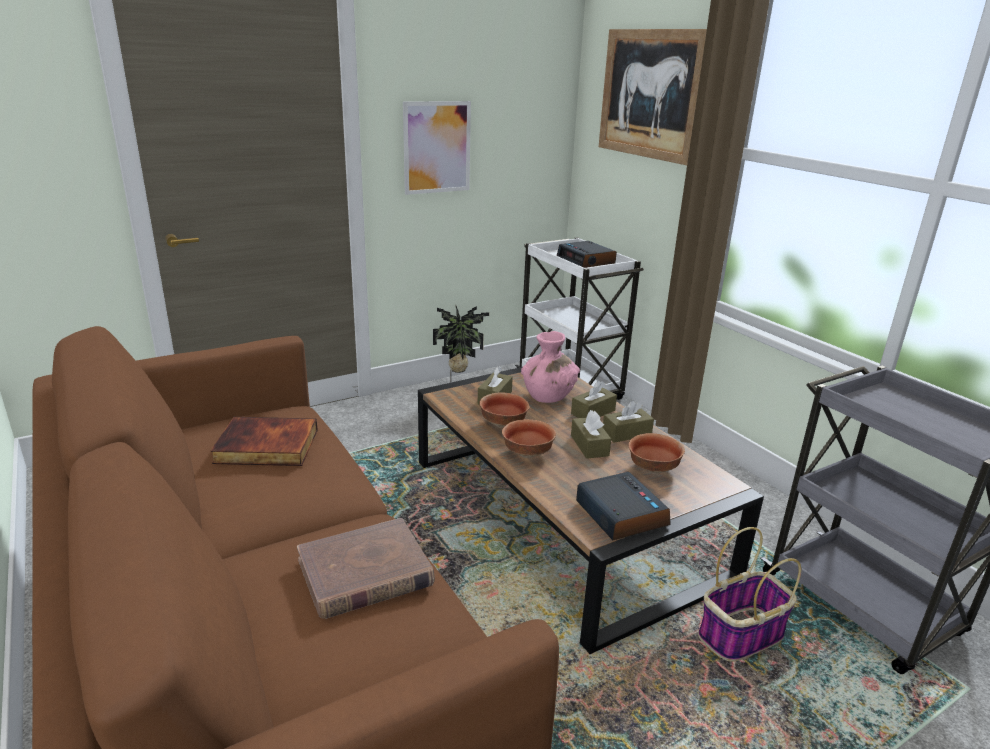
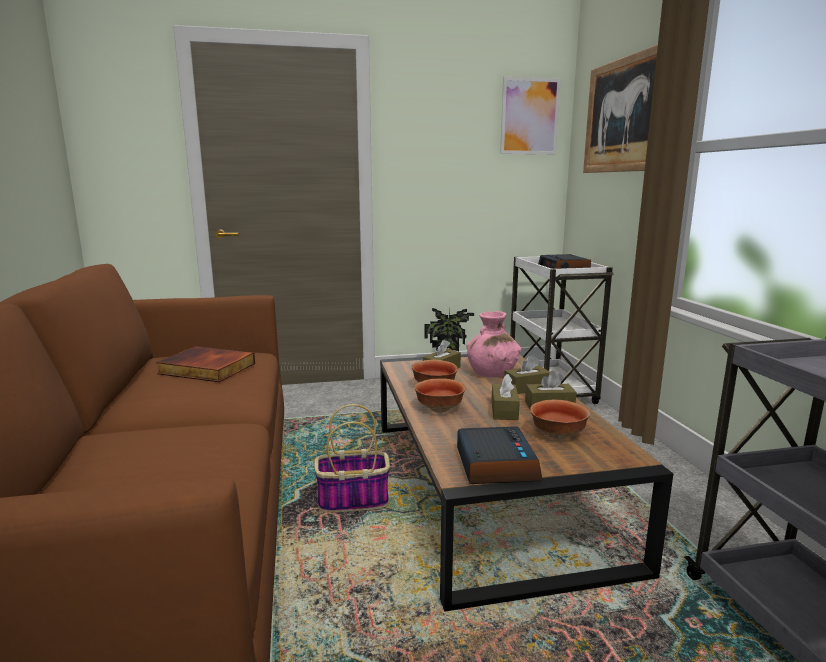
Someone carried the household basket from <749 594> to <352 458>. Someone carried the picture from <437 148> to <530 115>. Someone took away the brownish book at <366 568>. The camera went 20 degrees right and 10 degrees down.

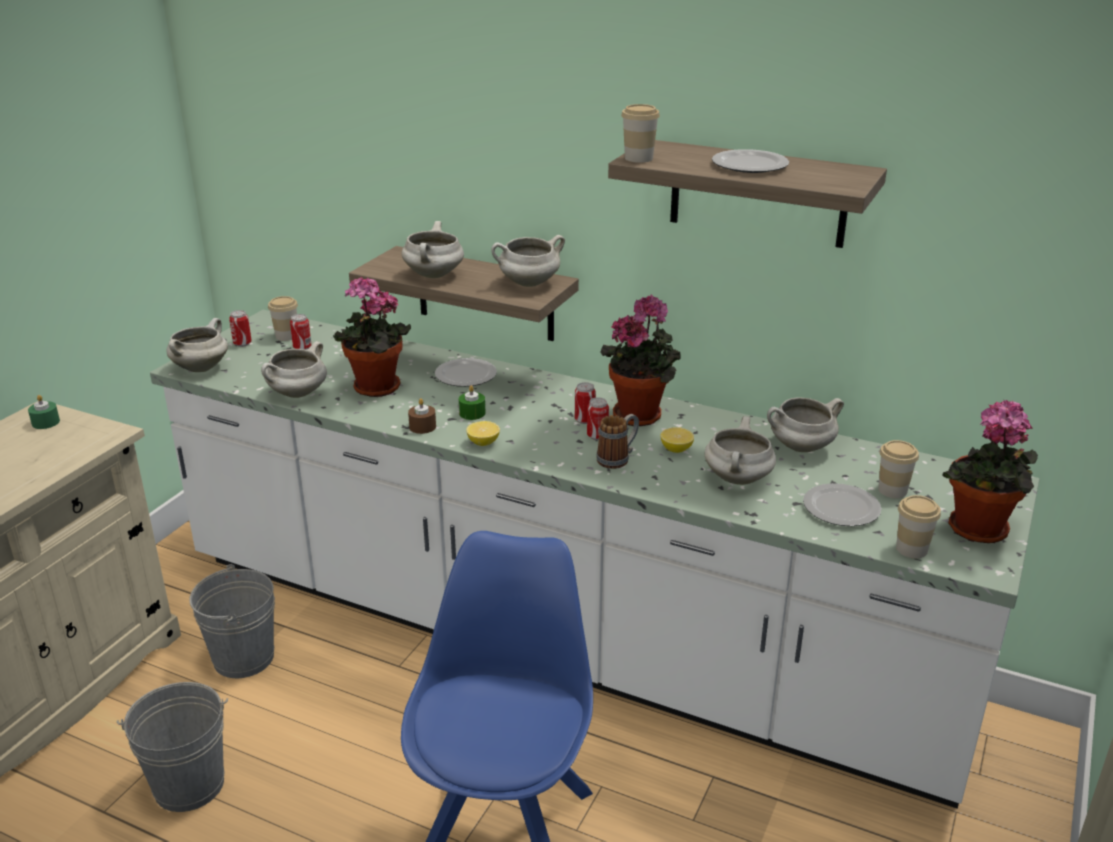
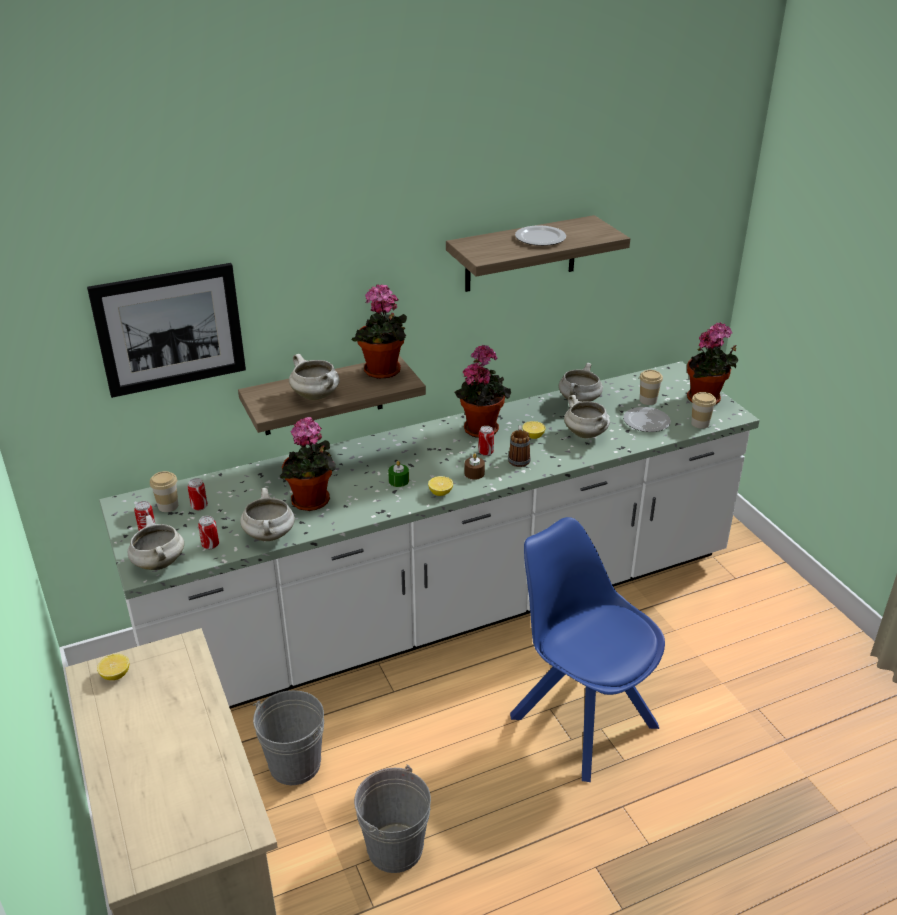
Someone put up the picture at <166 330>. Someone swapped the greenish wax light at <44 412> for the whole lemon at <113 667>. Someone carried the can from <585 403> to <208 532>. Someone swapped the white cooking pot at <528 261> for the plant in a pot at <379 332>. Someone carried the brownish wax light from <422 416> to <475 466>. Someone took away the flat dish at <466 372>. Someone took away the drinking cup at <640 133>. The camera went 50 degrees left and 5 degrees up.

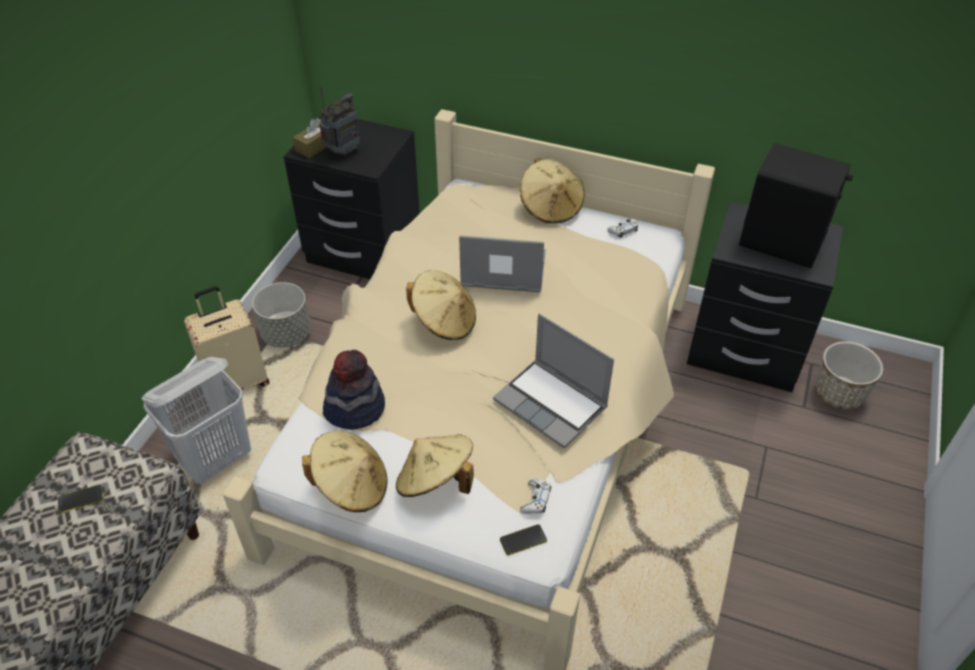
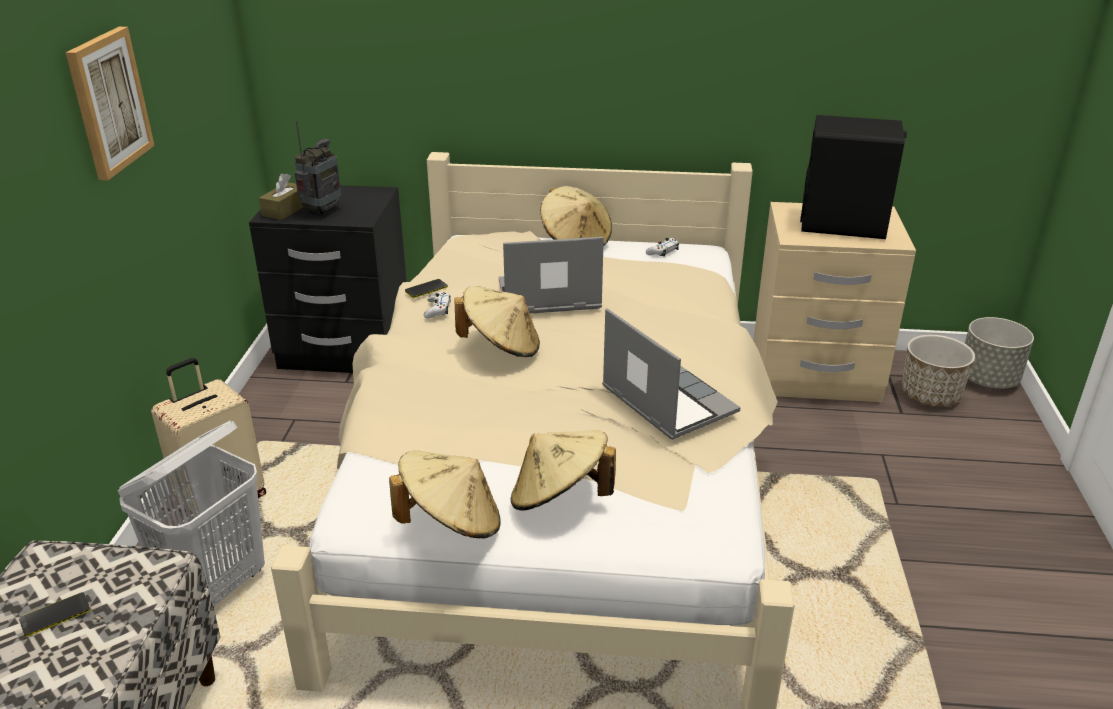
Someone put up the picture at <110 104>. Someone carried the handset from <523 539> to <426 288>. Someone carried the white game controller from <535 496> to <437 305>. Someone rotated the portable computer at <553 381> by 150 degrees counterclockwise. Someone repainted the black-coloured night table at <765 296>, which became the sand-coloured night table at <834 302>. Someone carried the gray plant pot from <281 315> to <999 353>. Someone took away the clothing hat at <354 390>. The camera went 15 degrees left and 15 degrees down.

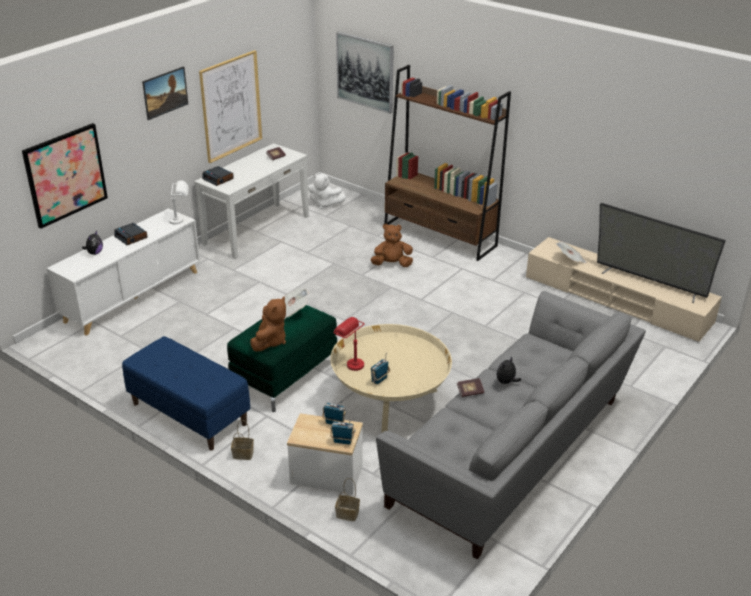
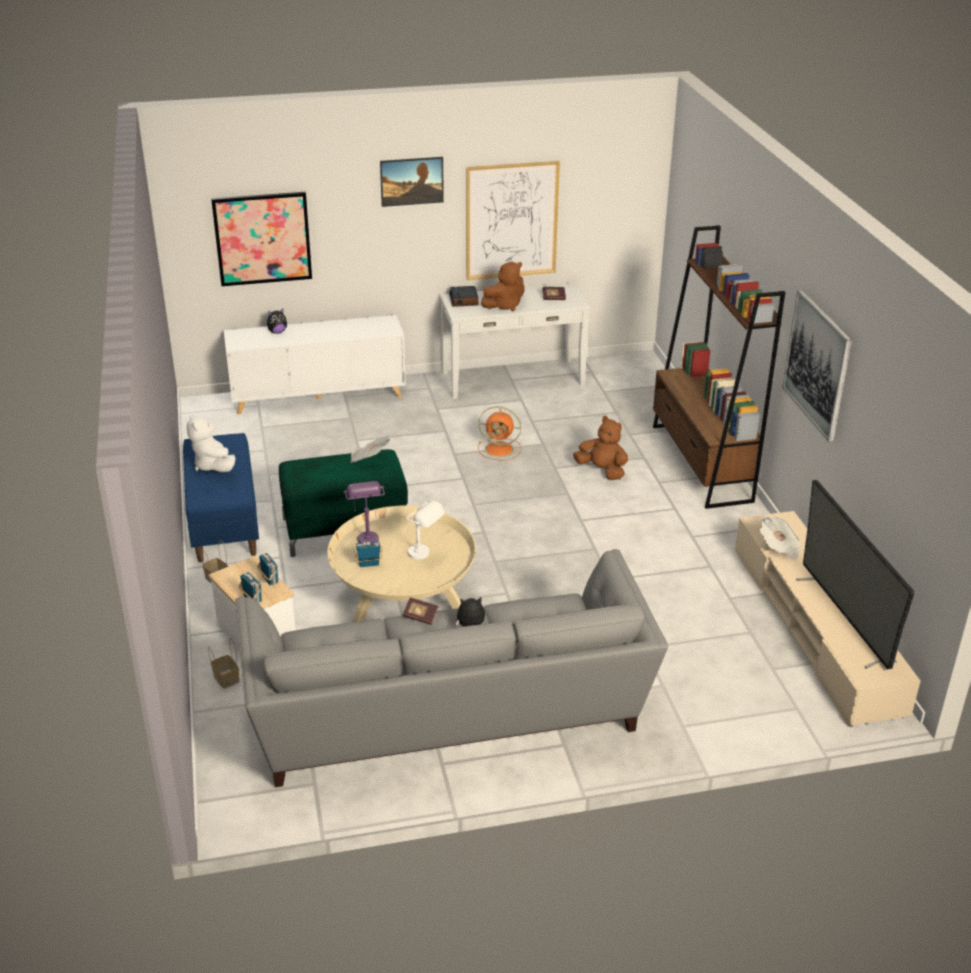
Someone carried the white soft toy from <327 191> to <211 443>. Someone repainted the red-coloured table lamp at <349 344>, which became the purple-coloured table lamp at <364 512>. Someone carried the white table lamp from <179 202> to <425 530>. Someone put down the orange electric fan at <500 433>. Someone carried the brownish soft toy from <268 324> to <502 287>. Someone carried the picture from <365 73> to <817 366>. Someone took away the table clock at <131 234>. The camera went 40 degrees right and 0 degrees up.

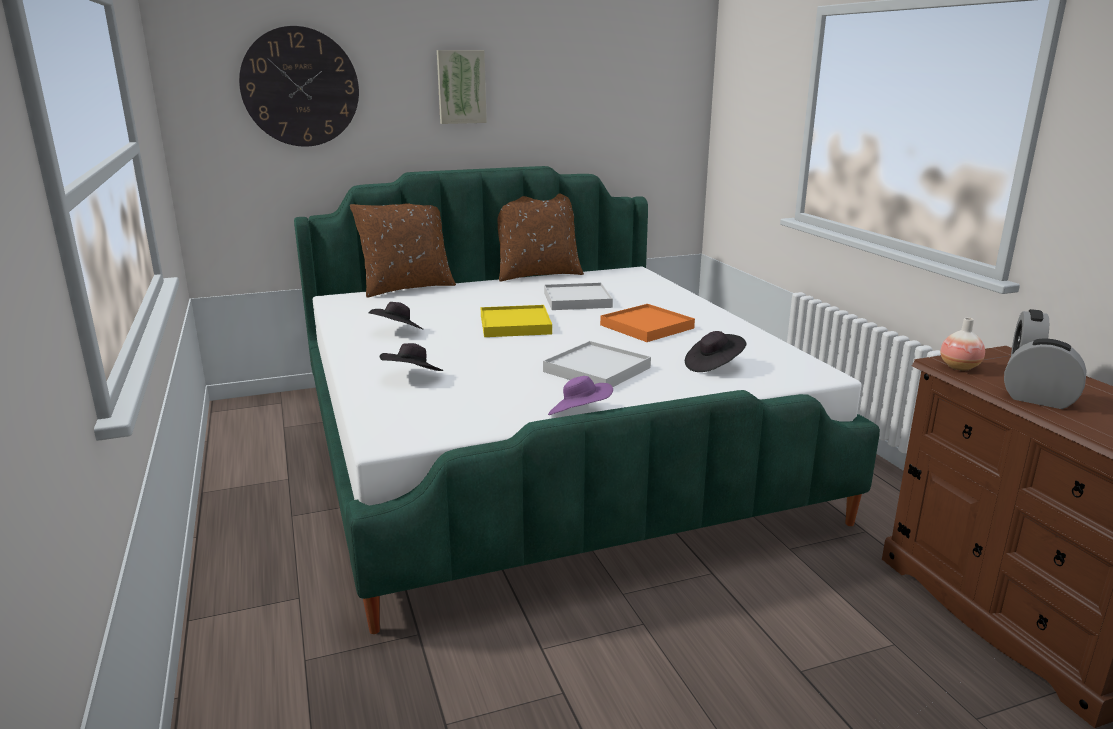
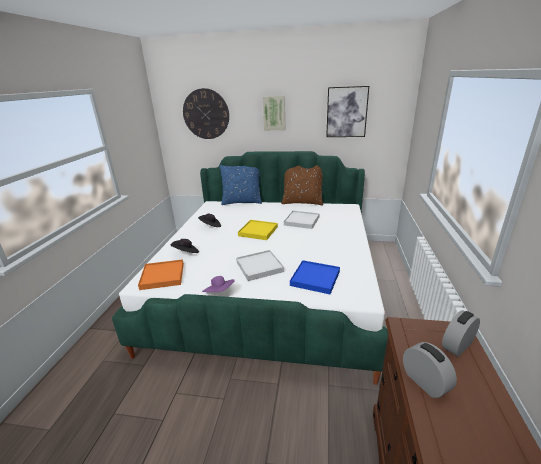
Someone carried the orange carrying tray from <647 323> to <161 274>. Someone repainted the brownish pillow at <403 250>, which became the blue pillow at <241 185>. Someone swapped the black-coloured clothing hat at <715 351> for the blue carrying tray at <315 277>. Someone put up the picture at <347 111>. Someone took away the vase at <962 344>. The camera went 30 degrees right and 5 degrees up.

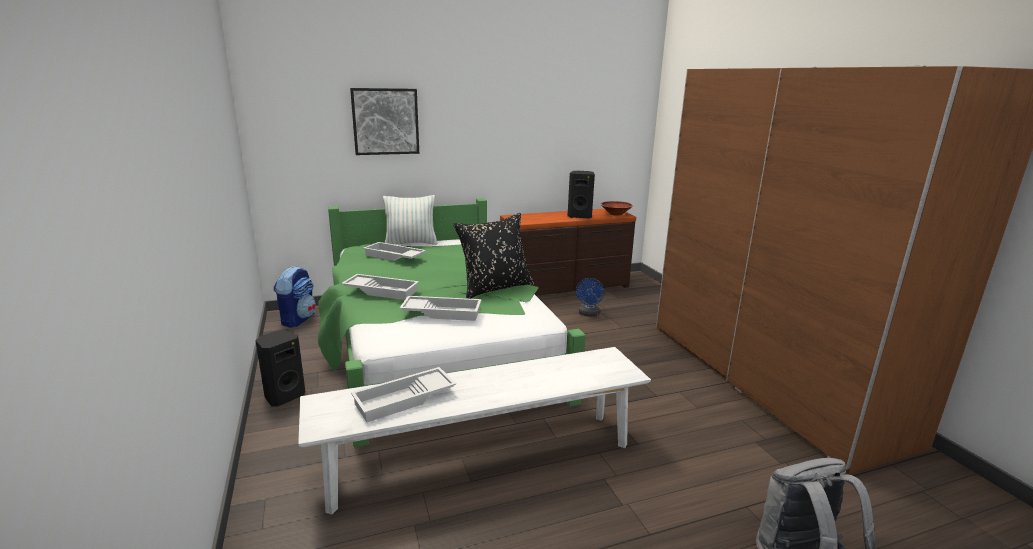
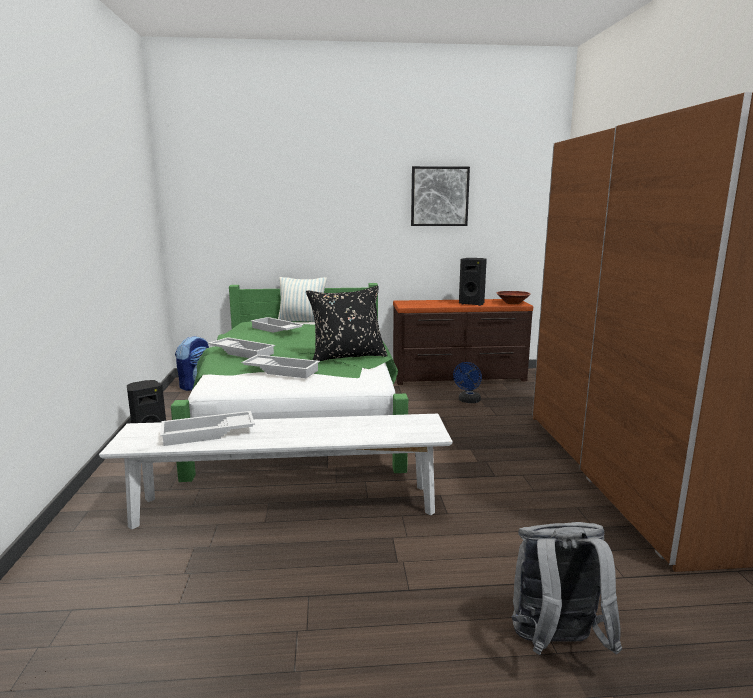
Someone carried the picture from <384 121> to <440 196>. The camera went 15 degrees right and 5 degrees down.

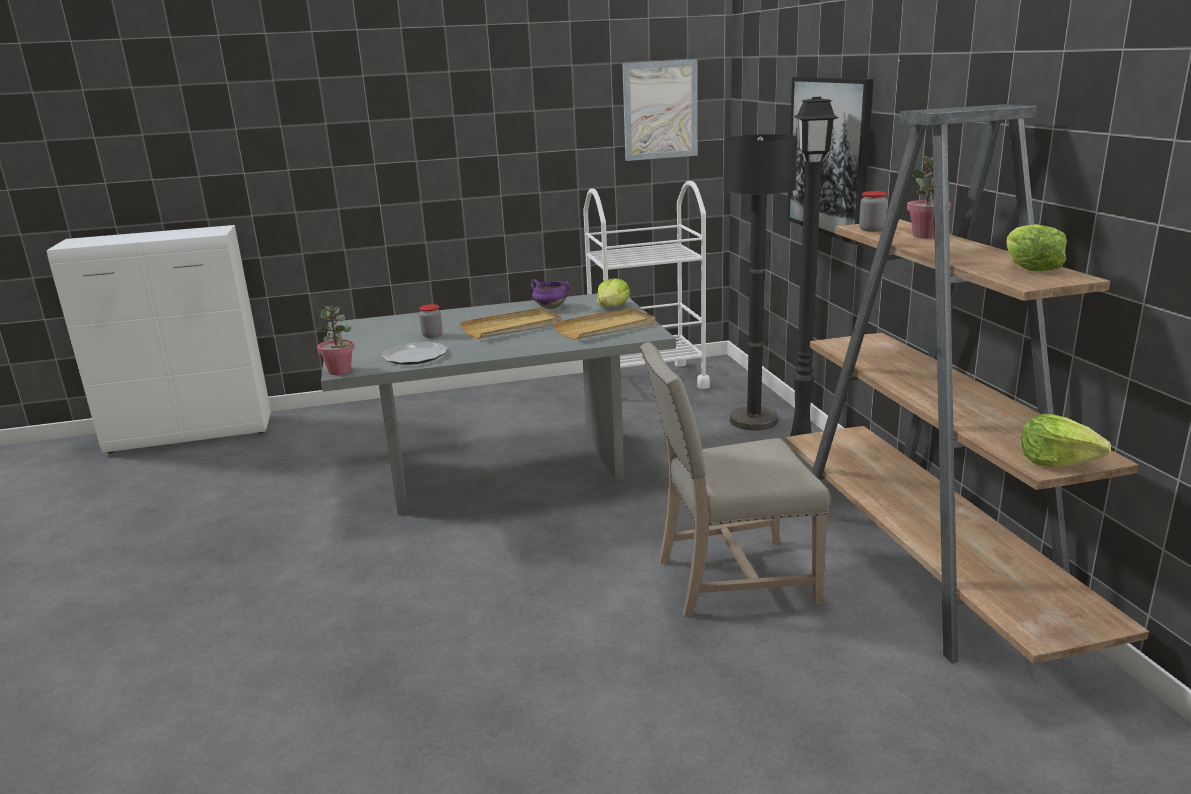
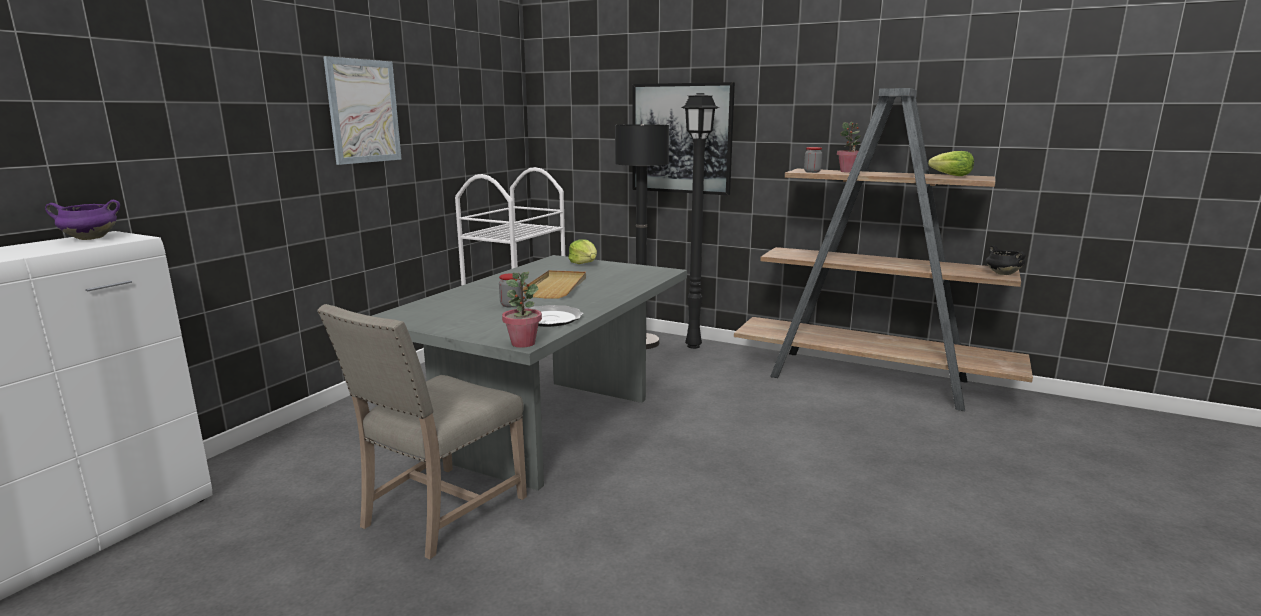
Someone carried the purple-coloured cooking pot from <550 294> to <82 220>. Someone carried the sand-coloured plain chair from <735 479> to <422 431>. Someone carried the picture from <660 110> to <362 110>. Someone swapped the lettuce head at <1066 440> for the black-coloured cooking pot at <1006 260>. Someone took away the sand-coloured carrying tray at <603 324>. The camera went 50 degrees left and 5 degrees down.

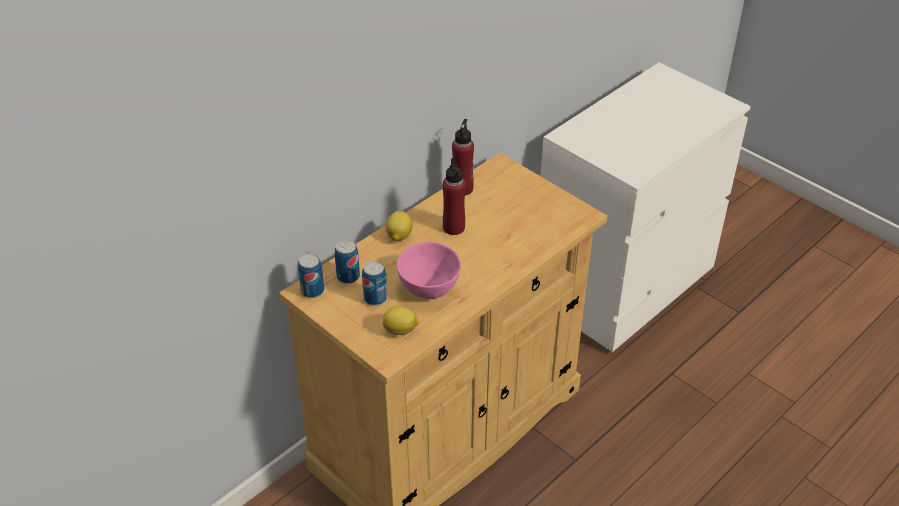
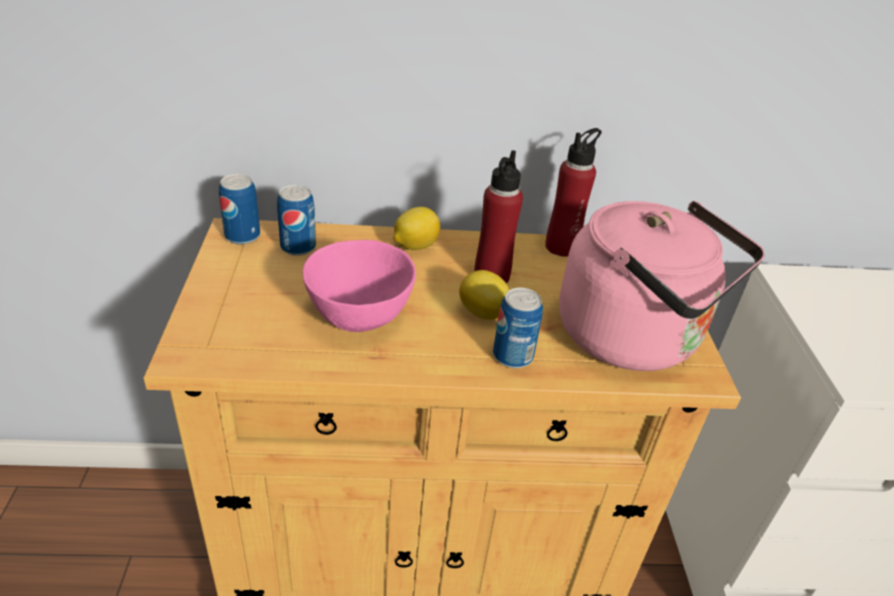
Someone carried the whole lemon from <401 320> to <484 295>. Someone carried the can from <374 283> to <518 327>. Someone put down the pink-coloured tea kettle at <662 286>. The camera went 40 degrees right and 5 degrees down.

